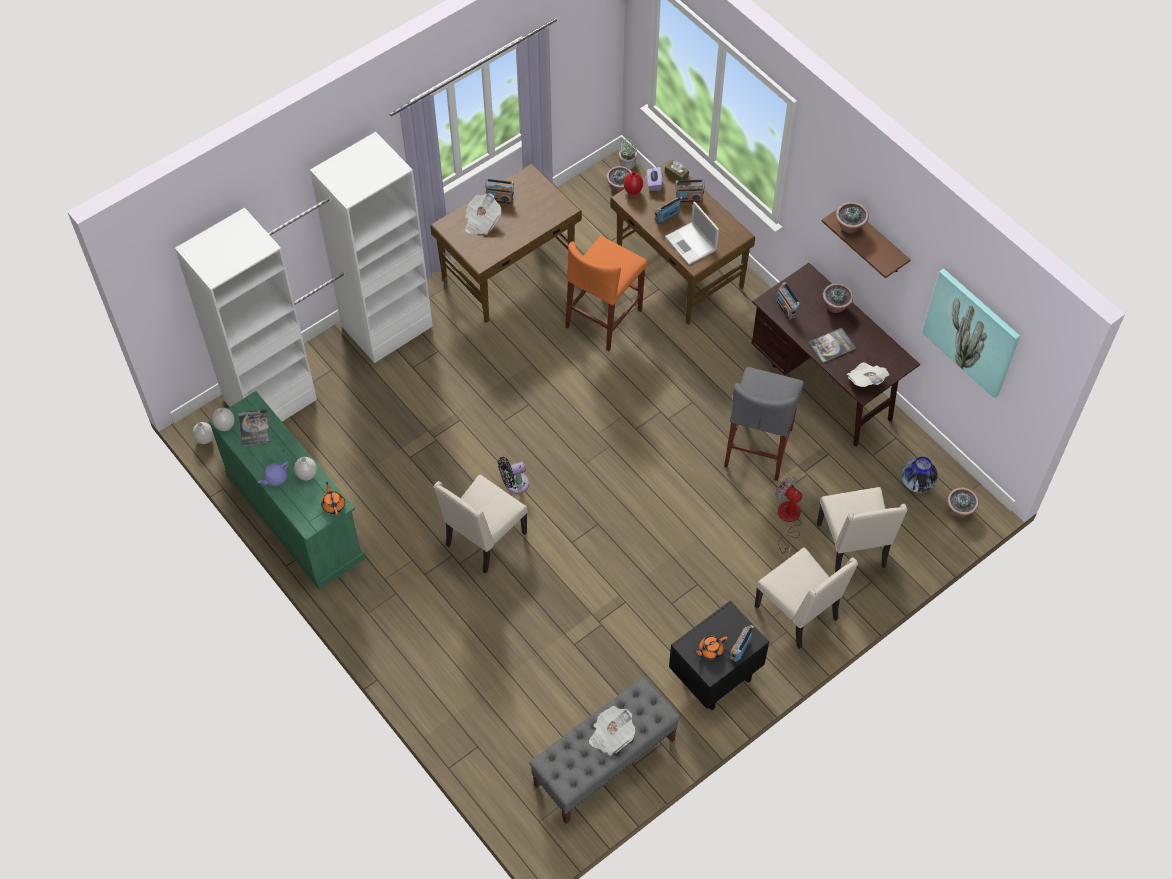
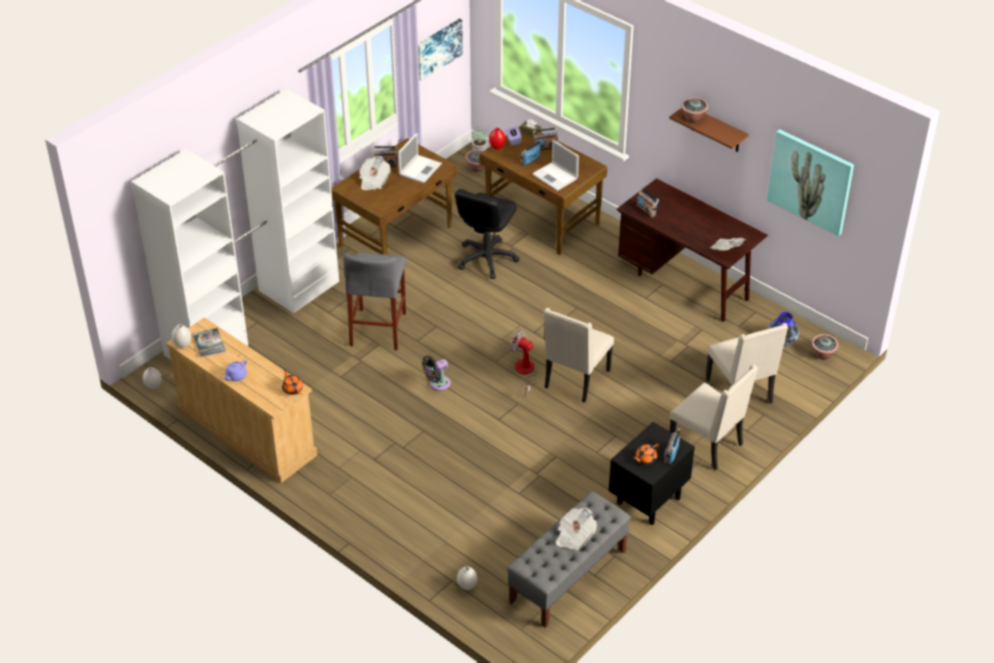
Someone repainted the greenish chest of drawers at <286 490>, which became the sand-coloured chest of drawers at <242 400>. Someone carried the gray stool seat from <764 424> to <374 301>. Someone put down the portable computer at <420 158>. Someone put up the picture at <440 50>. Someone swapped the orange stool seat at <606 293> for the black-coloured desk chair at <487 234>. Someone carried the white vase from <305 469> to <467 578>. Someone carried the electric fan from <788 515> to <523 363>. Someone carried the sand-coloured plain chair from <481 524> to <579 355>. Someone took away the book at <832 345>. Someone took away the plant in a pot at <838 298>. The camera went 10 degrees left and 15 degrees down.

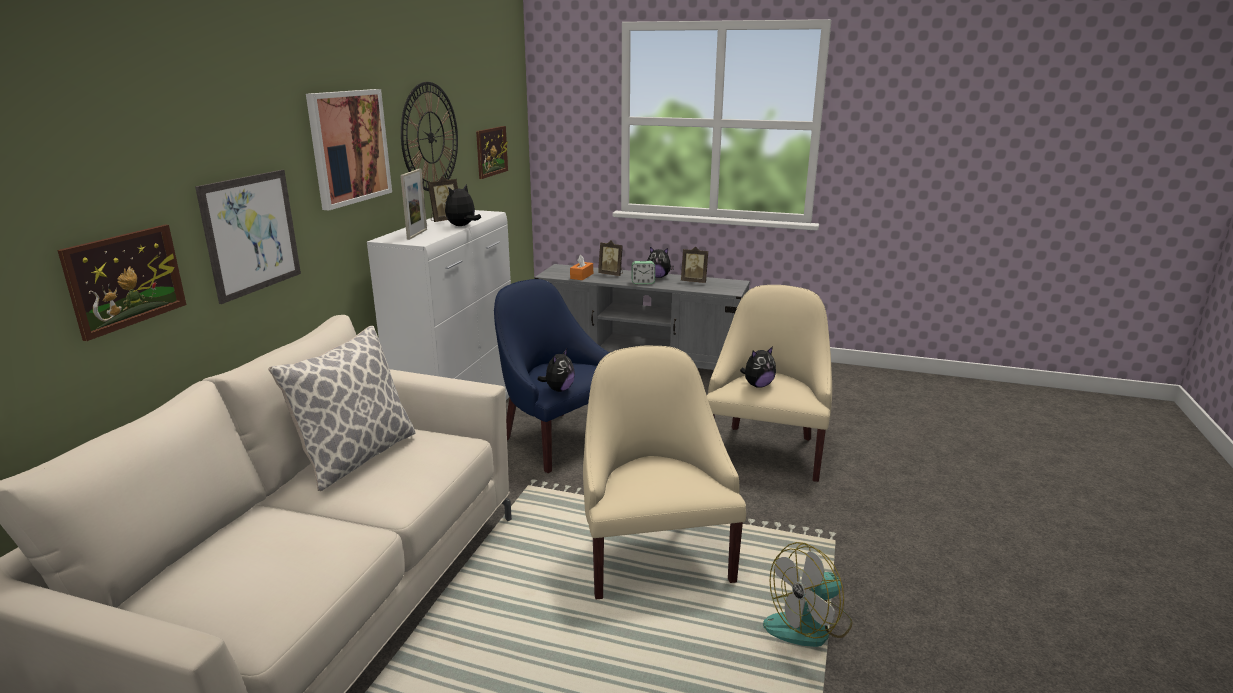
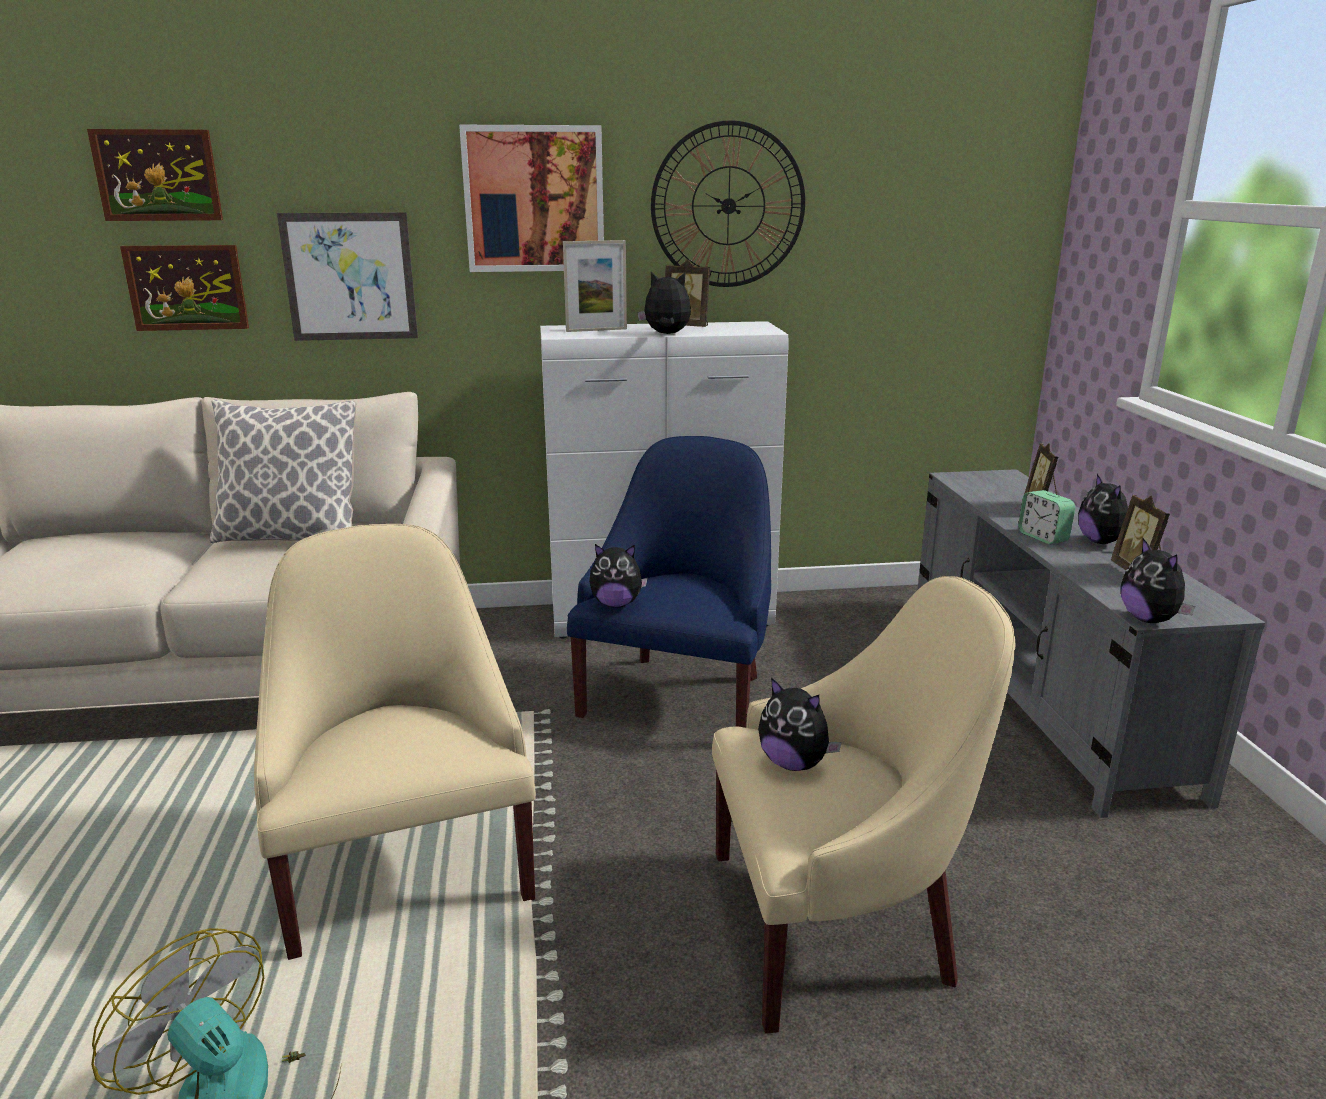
Someone carried the picture from <492 152> to <155 175>. Someone rotated the sand-coloured lounge chair at <664 473> by 75 degrees counterclockwise. Someone put down the soft toy at <1158 580>. Someone took away the orange tissue box at <581 267>. The camera went 65 degrees right and 0 degrees up.

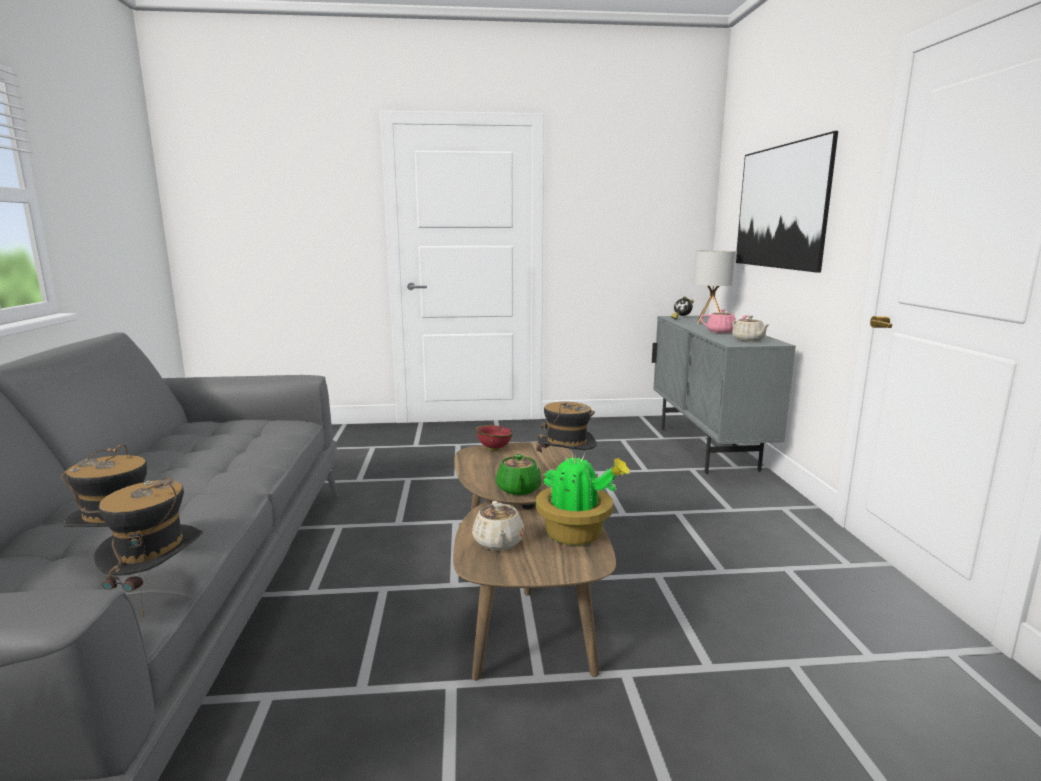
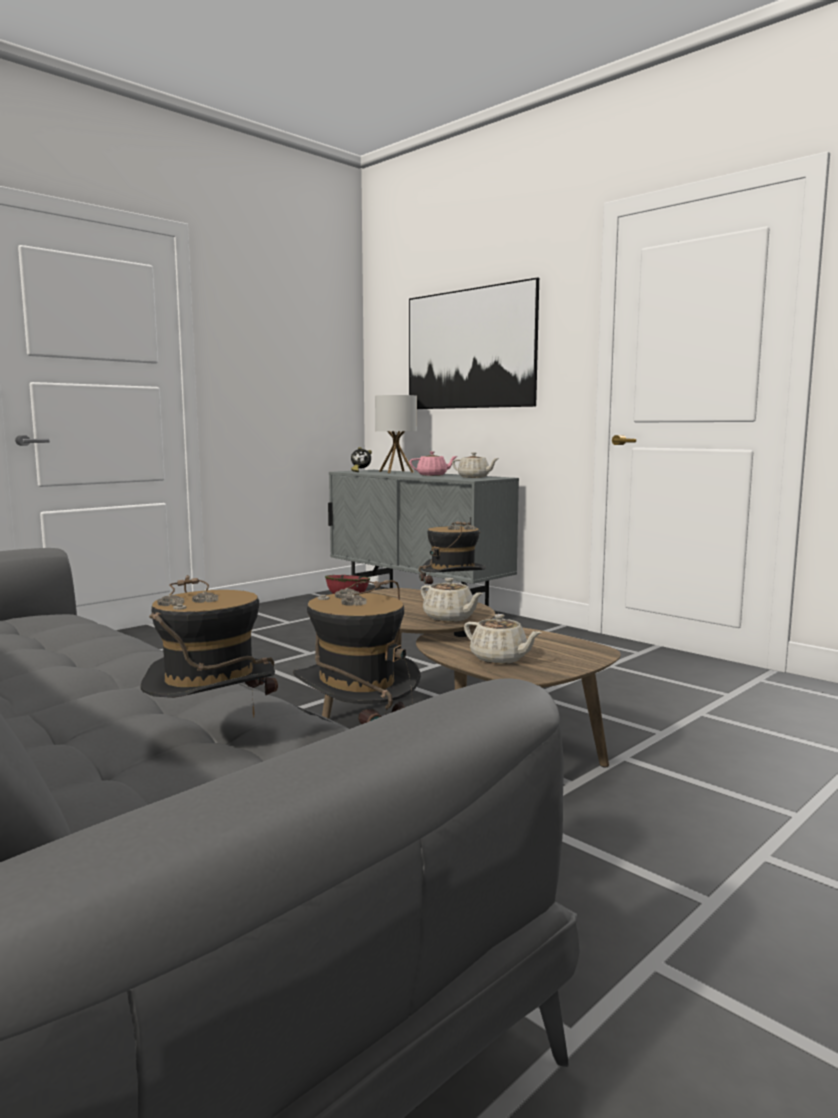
Someone repainted the greenish tea pot at <519 474>, which became the sand-coloured tea pot at <452 600>. Someone took away the plant in a pot at <583 499>. The camera went 40 degrees left and 5 degrees down.

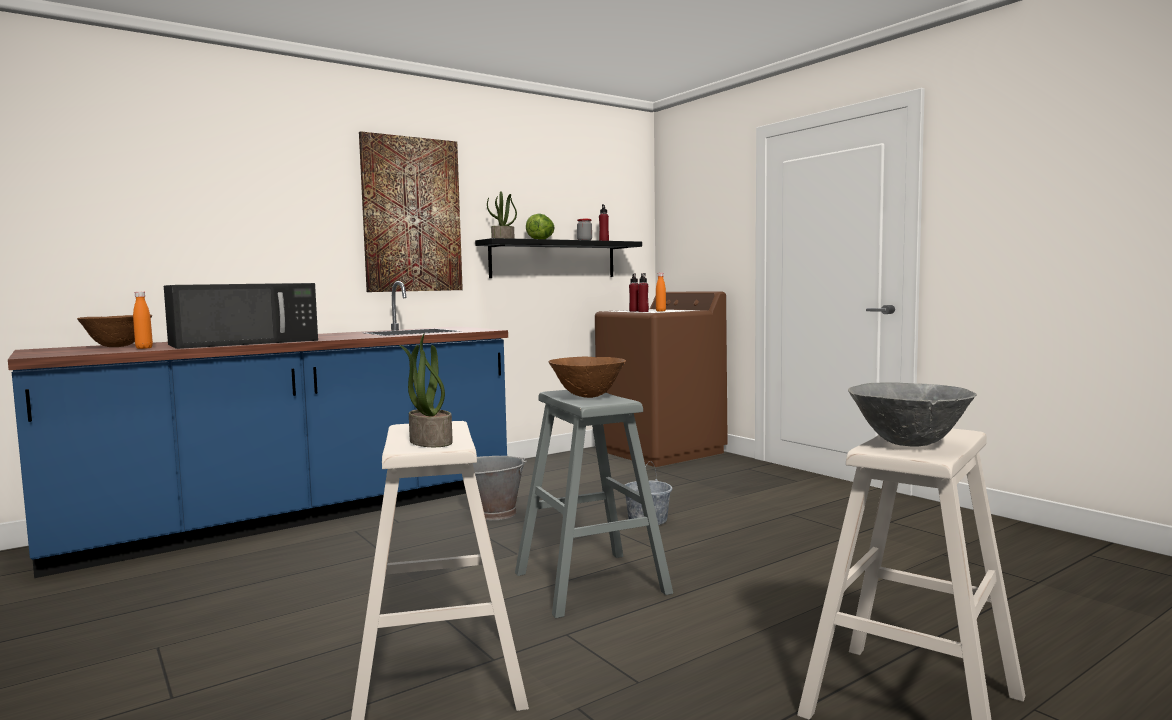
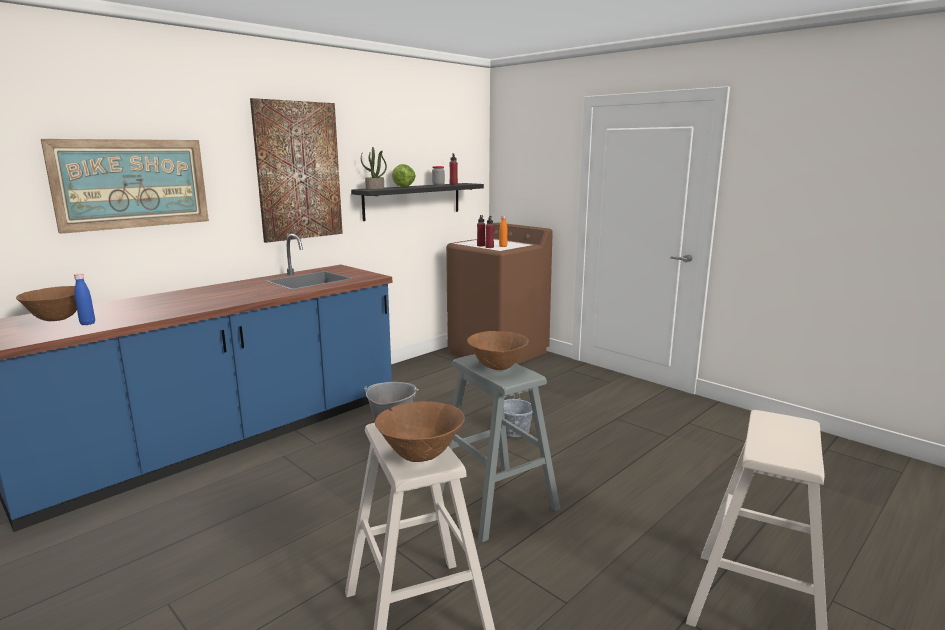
Someone put up the picture at <125 186>. Someone repainted the orange beverage bottle at <143 320>, which became the blue beverage bottle at <84 299>. Someone swapped the plant in a pot at <426 390> for the brownish serving bowl at <420 431>. Someone took away the black-coloured kitchen microwave at <241 316>. Someone took away the gray serving bowl at <912 414>. The camera went 10 degrees left and 10 degrees up.

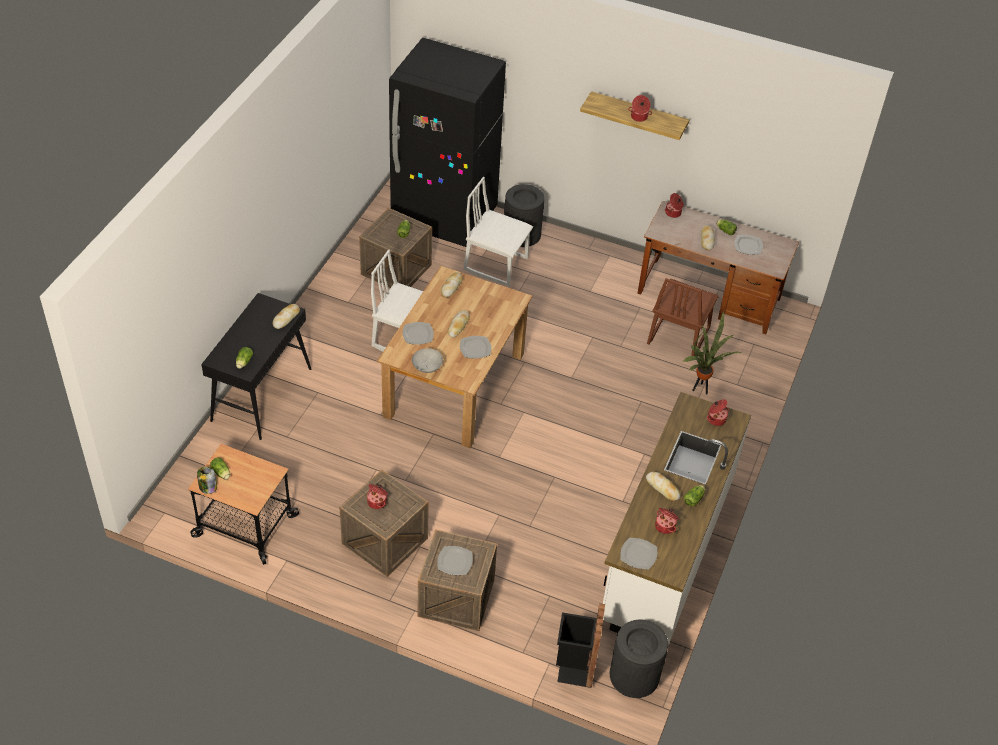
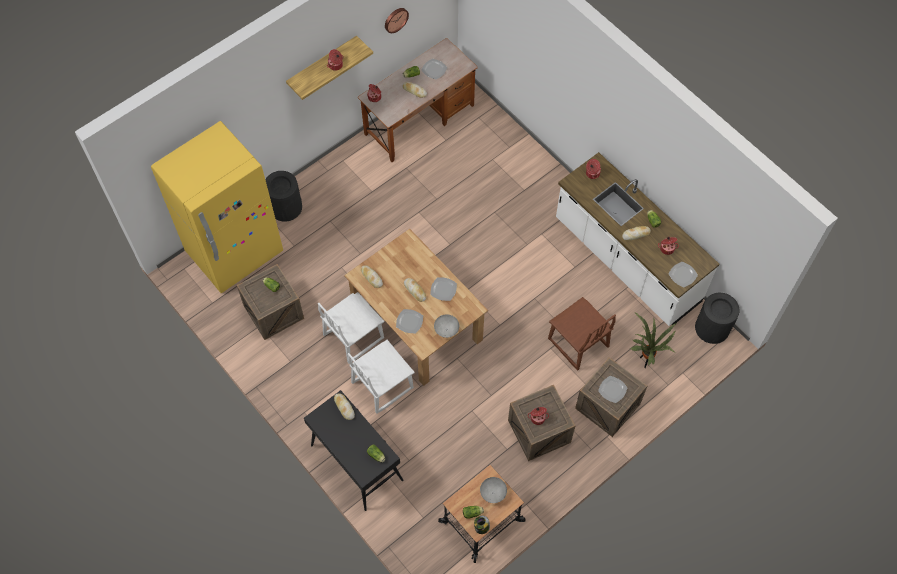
Someone repainted the black-coloured fridge at <447 142>, which became the yellowish fridge at <217 207>. Someone carried the white plain chair from <498 231> to <381 377>. Someone put up the hanging clock at <397 20>. Someone put down the gray serving bowl at <493 490>. Someone carried the brownish plain chair from <683 317> to <582 333>. Someone carried the plant in a pot from <712 352> to <653 340>. Someone took away the black-coloured rubbish bin at <580 645>. The camera went 60 degrees left and 15 degrees up.

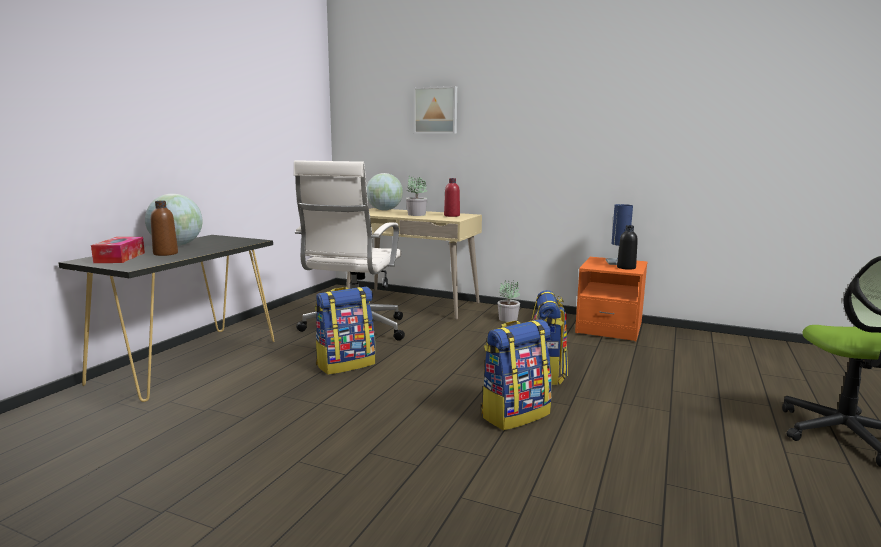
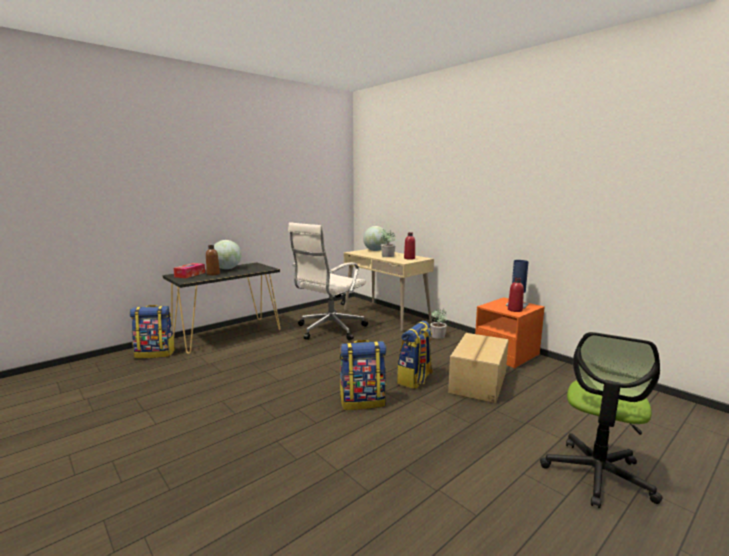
Someone carried the backpack from <345 331> to <152 332>. Someone put down the packing box at <478 368>. Someone repainted the black-coloured beverage bottle at <627 247>, which became the red-coloured beverage bottle at <516 294>. Someone took away the picture at <435 110>. The camera went 25 degrees right and 0 degrees up.

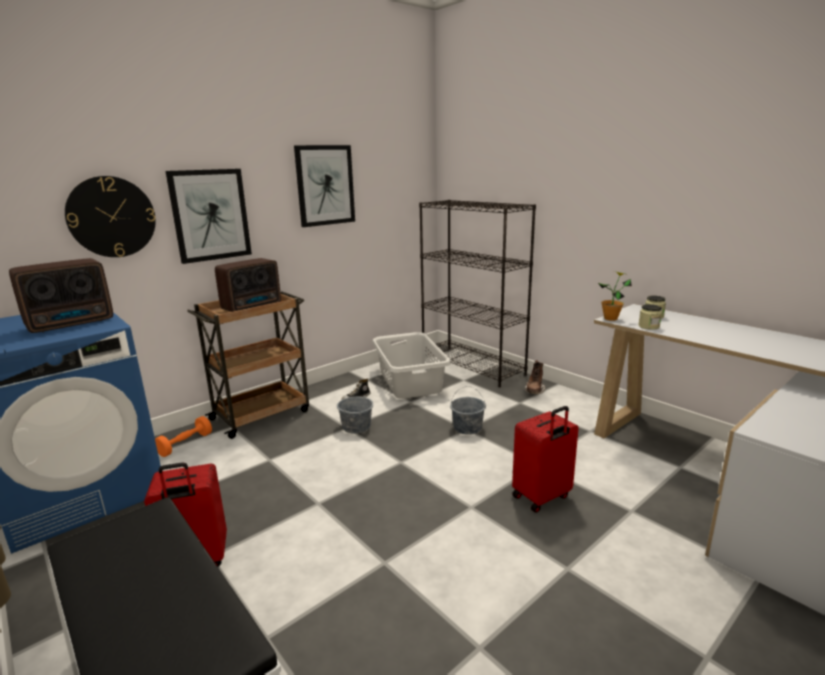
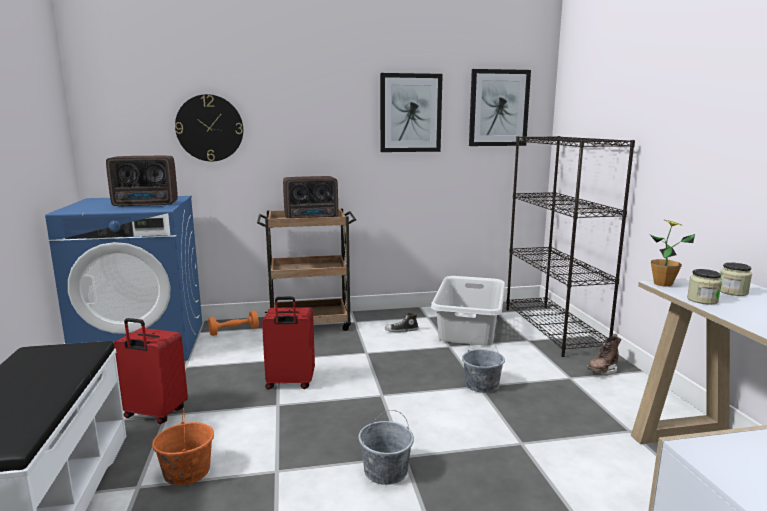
Someone put down the orange bucket at <183 447>. Someone carried the red-coloured travel case from <545 459> to <288 343>. Someone carried the gray bucket from <355 410> to <386 447>. Someone carried the picture from <209 216> to <500 107>. The camera went 30 degrees right and 5 degrees down.

